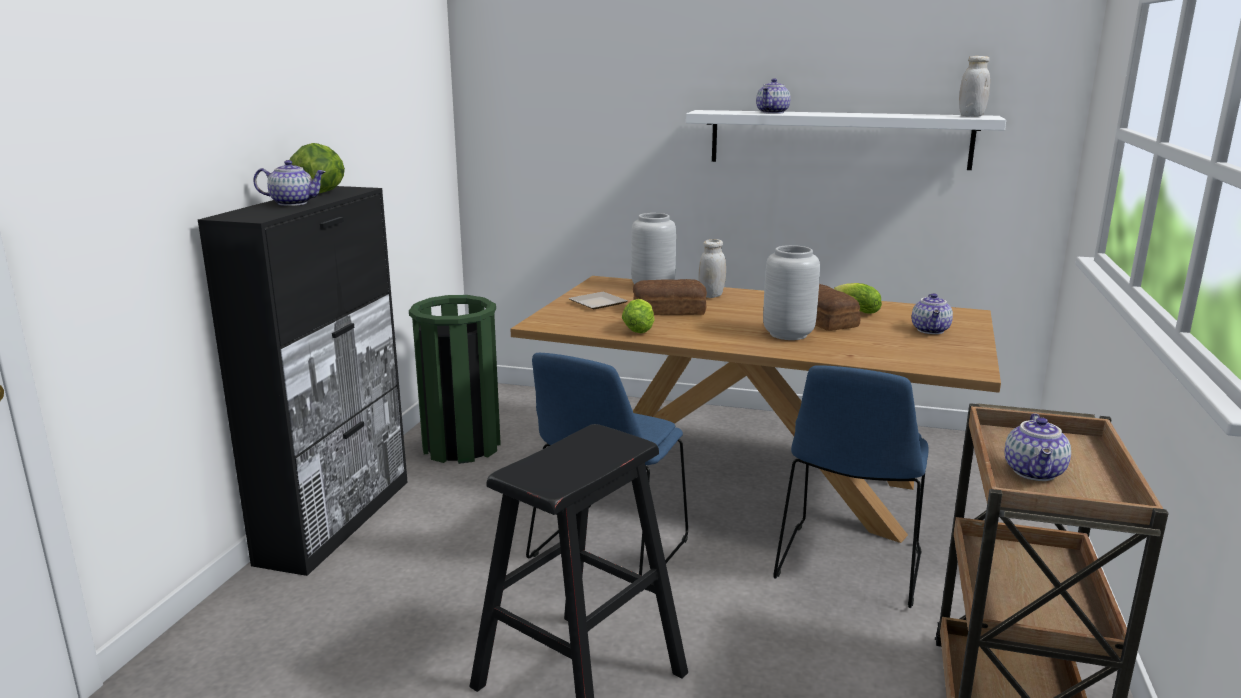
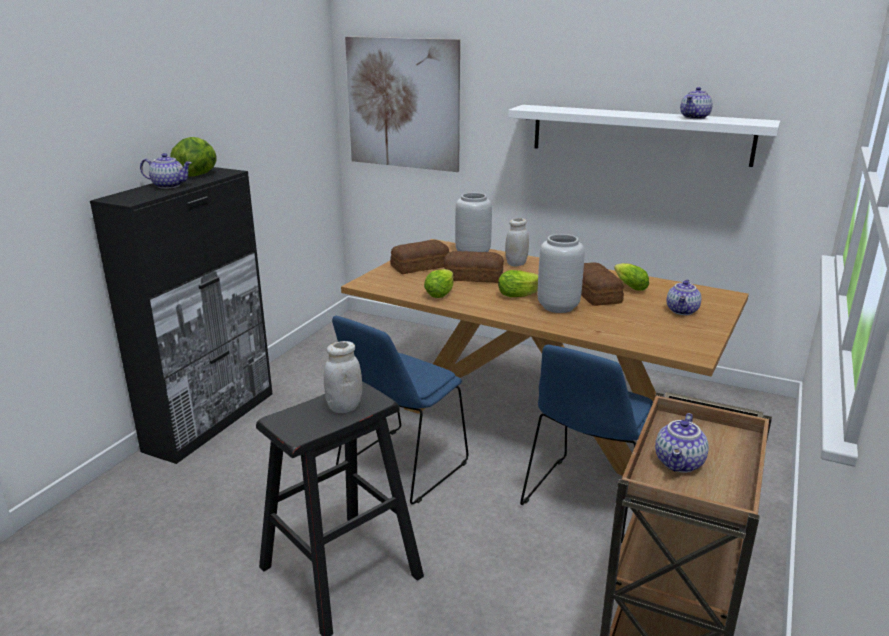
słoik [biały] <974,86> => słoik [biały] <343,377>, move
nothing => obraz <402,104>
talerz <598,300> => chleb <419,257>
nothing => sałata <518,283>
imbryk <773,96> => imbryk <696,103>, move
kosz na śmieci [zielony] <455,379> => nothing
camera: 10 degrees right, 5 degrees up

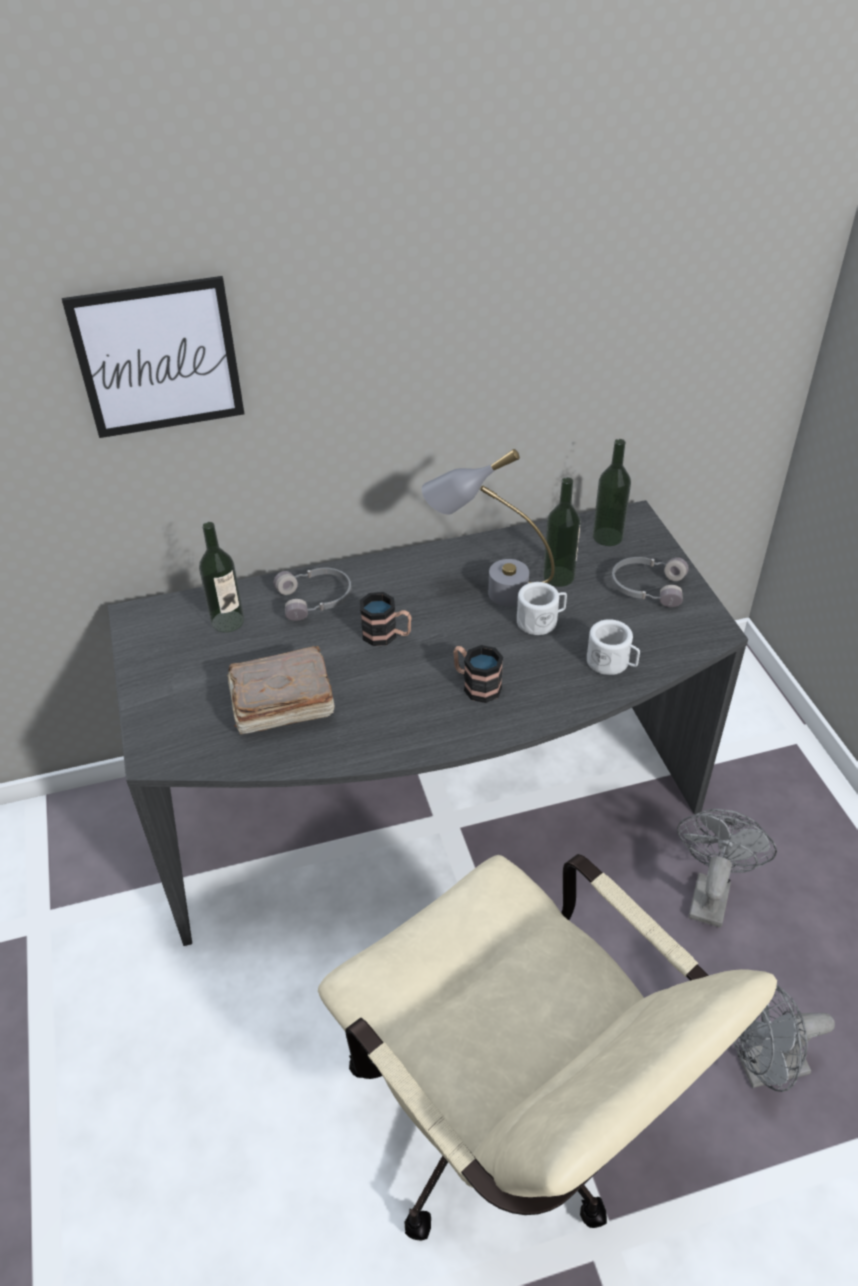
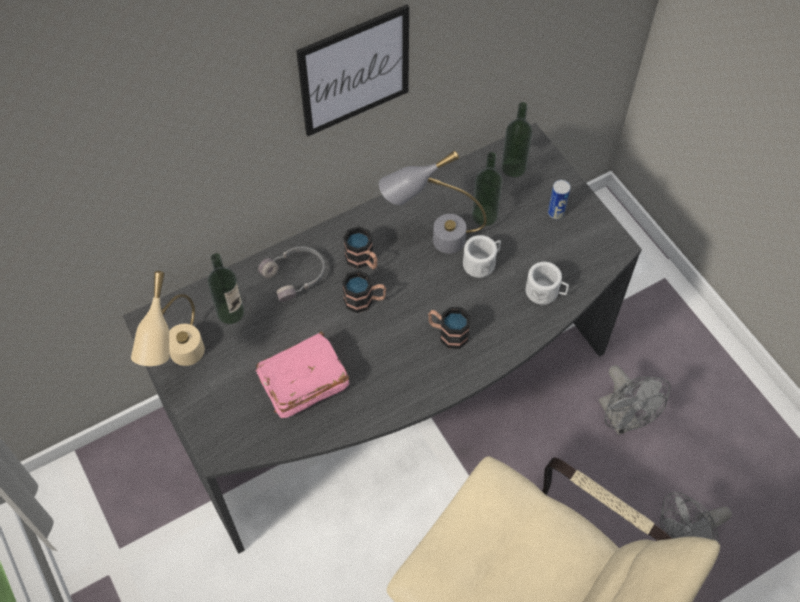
nothing => lampa stołowa [beżowy] <168,318>
książka [brązowy] <281,690> => książka [różowy] <302,374>
obraz <153,357> => obraz <352,70>, move
nothing => kubek <360,248>
słuchawki [szary] <650,582> => puszka <559,199>
wentylator [szary] <727,868> => wentylator [szary] <635,400>, 150 degrees clockwise
camera: 15 degrees left, 15 degrees up

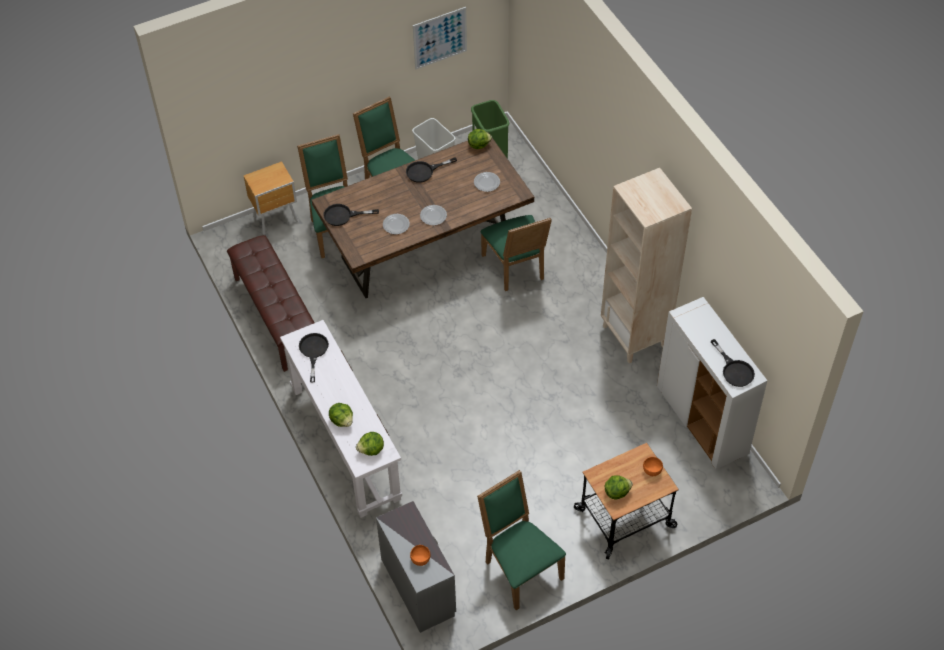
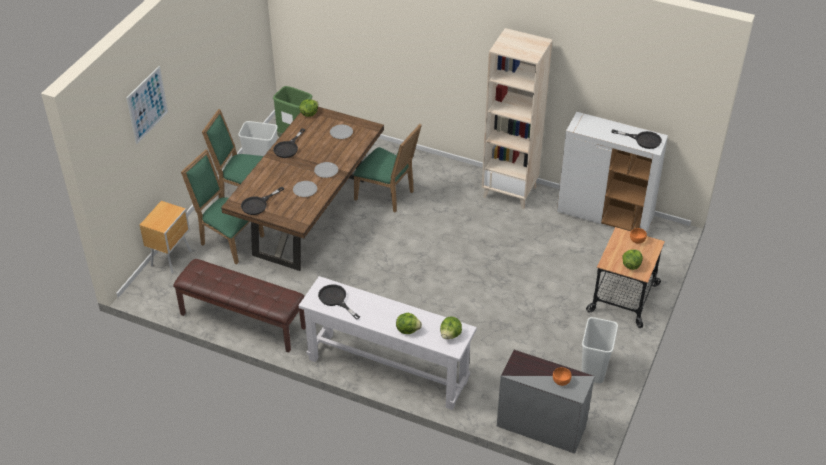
obraz <440,38> => obraz <147,105>, move
krzesło [zielony] <521,540> => kosz na śmieci [biały] <599,350>
camera: 40 degrees left, 10 degrees down

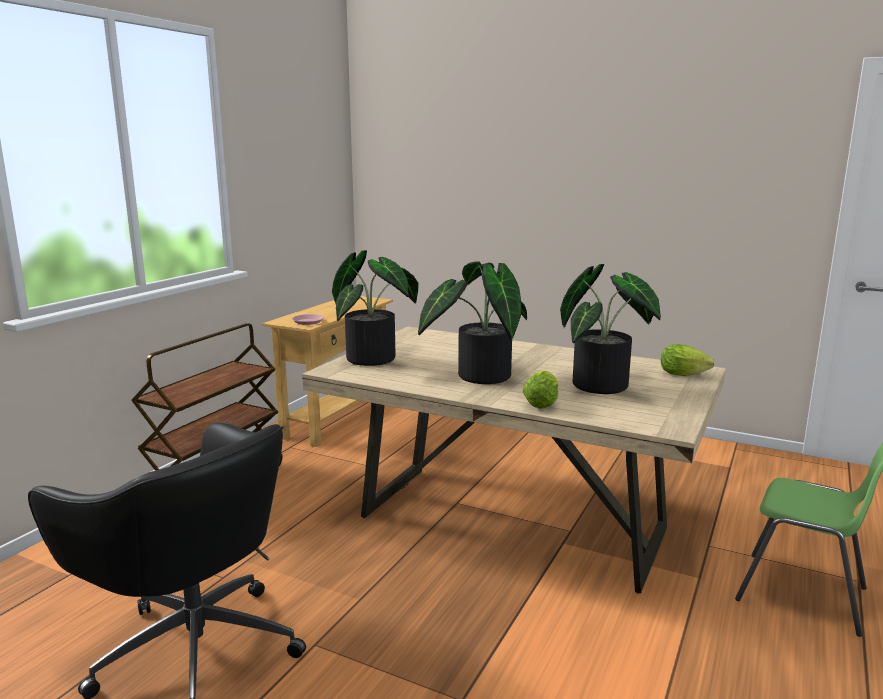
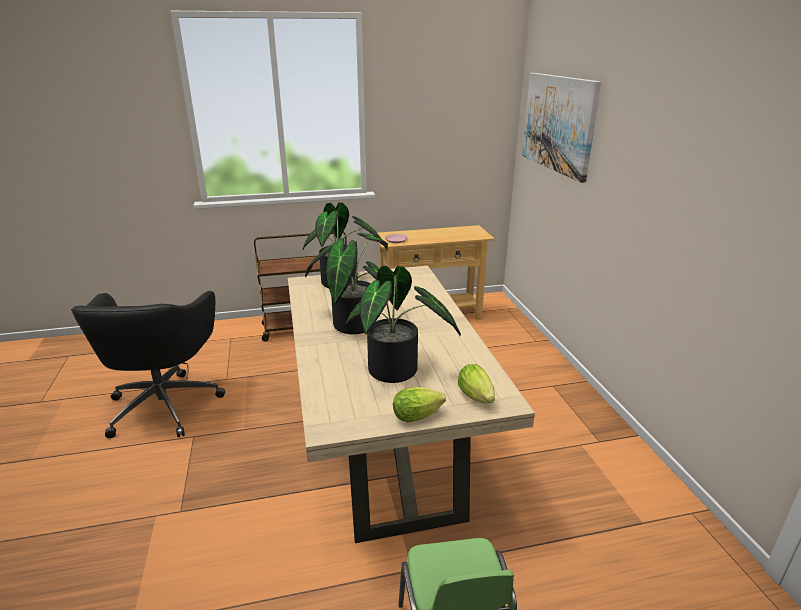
sałata <540,390> => sałata <419,404>, move
nothing => obraz <561,128>
camera: 50 degrees right, 10 degrees up

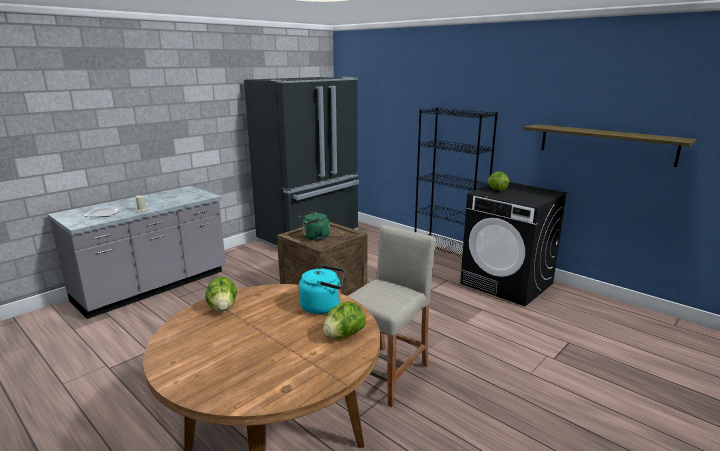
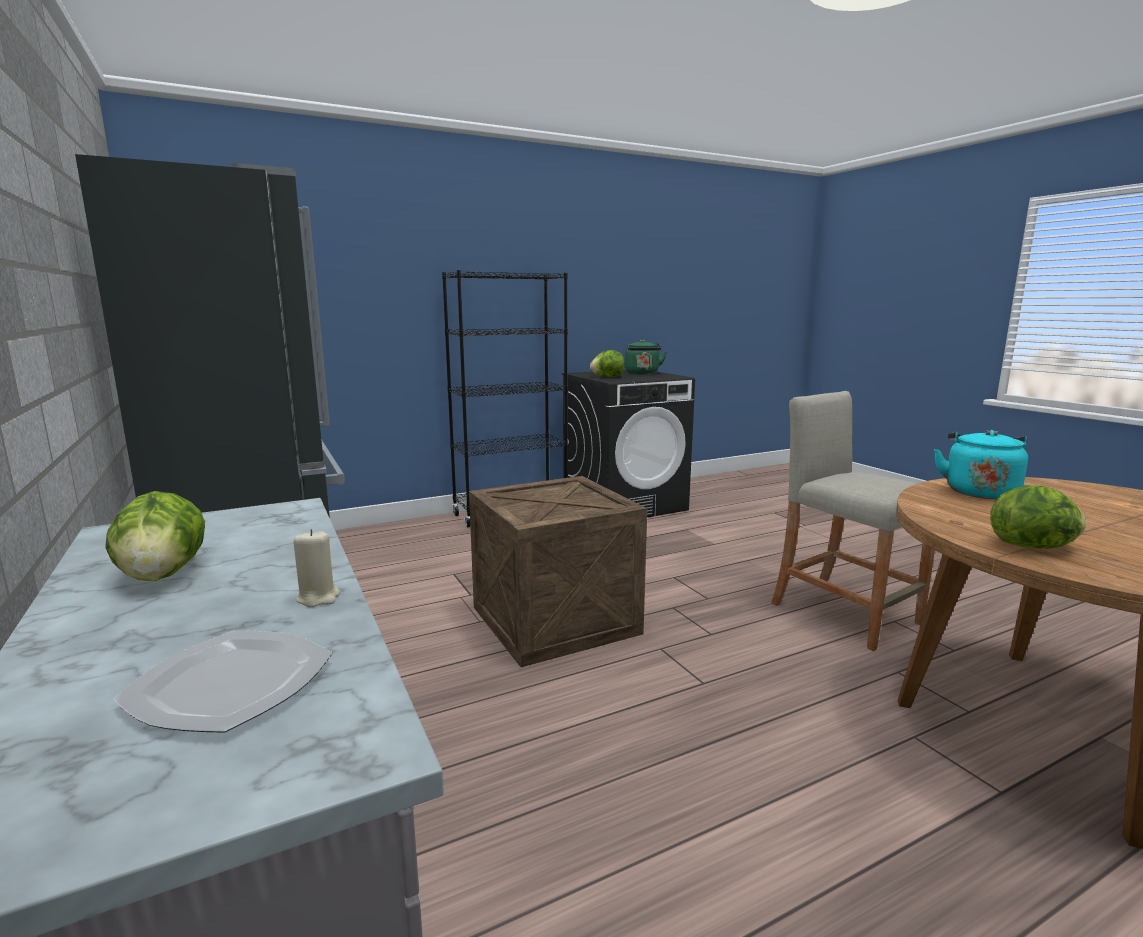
sałata <344,320> => sałata <155,536>, move
czajnik [zielony] <314,225> => czajnik [zielony] <645,357>, move
półka <610,145> => nothing
camera: 70 degrees left, 5 degrees down

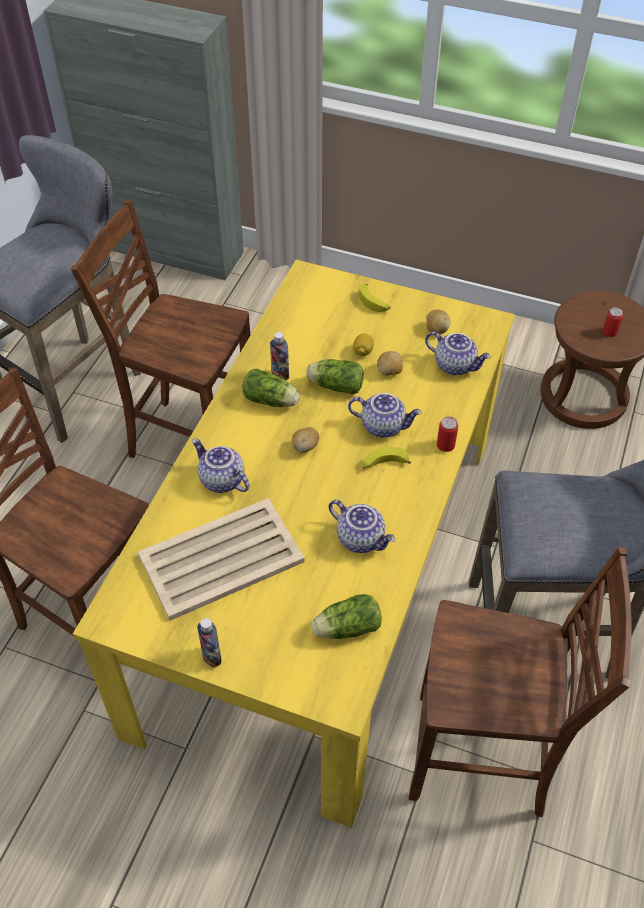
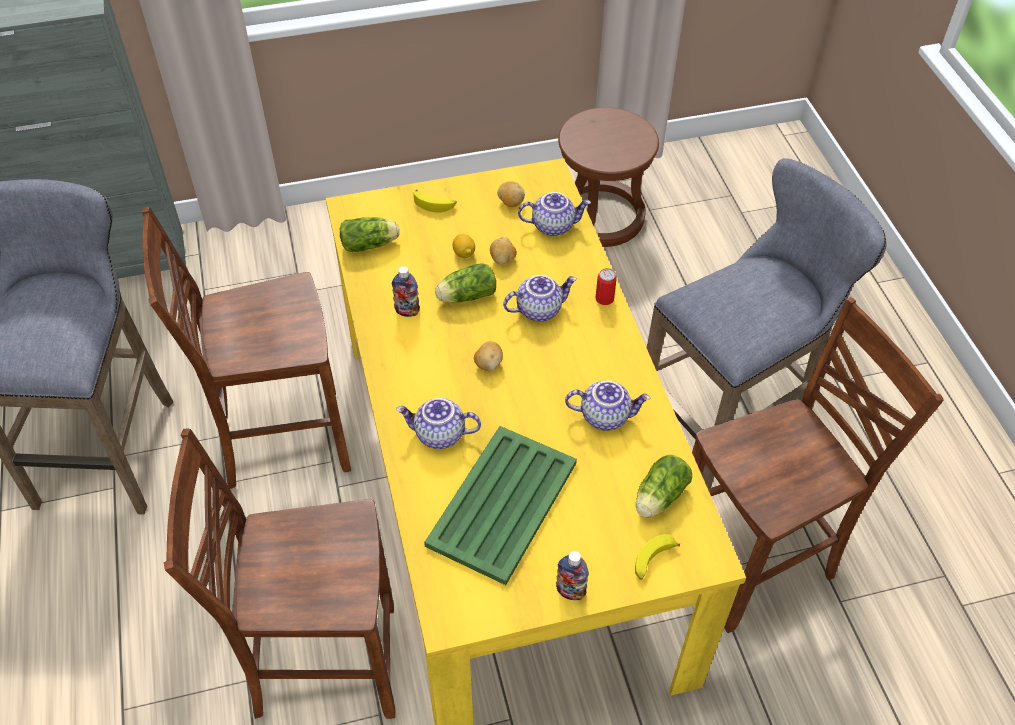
sałata <271,388> => sałata <370,234>, move
taca [beżowy] <221,559> => taca [zielony] <500,505>
banan <387,458> => banan <657,557>, move
puszka <612,322> => nothing
camera: 35 degrees left, 0 degrees up

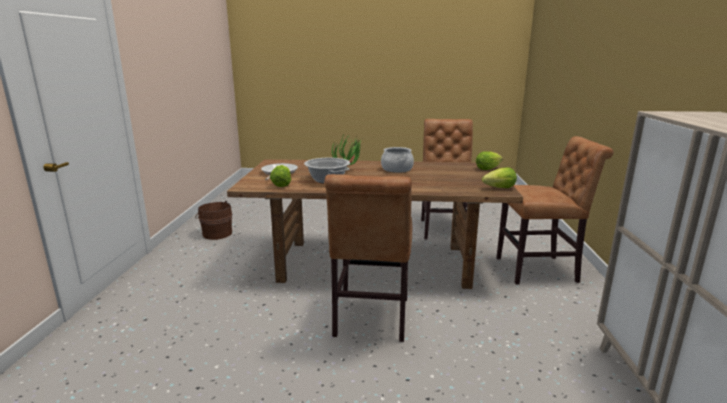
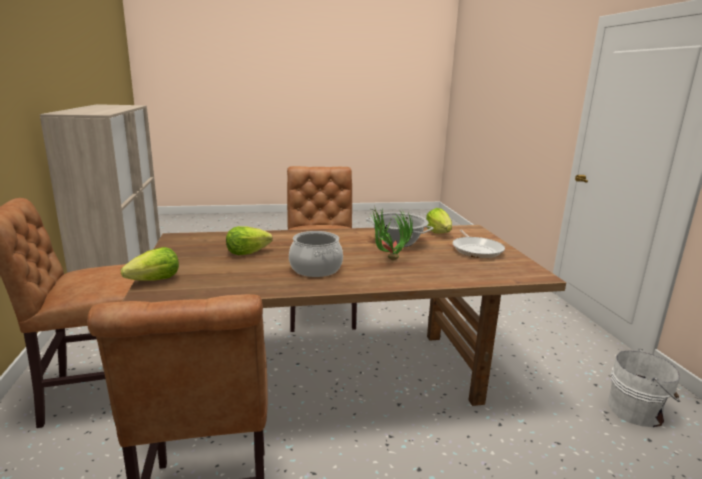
sałata <499,177> => sałata <249,240>, move
wiadro [brązowy] <213,220> => wiadro [biały] <644,388>
camera: 165 degrees right, 0 degrees up

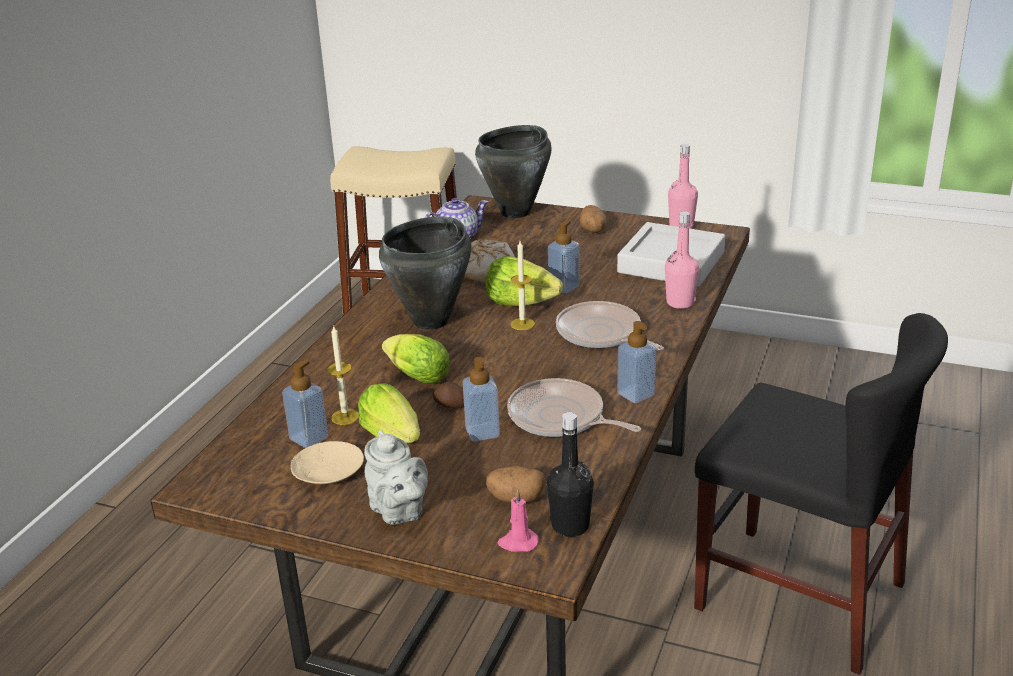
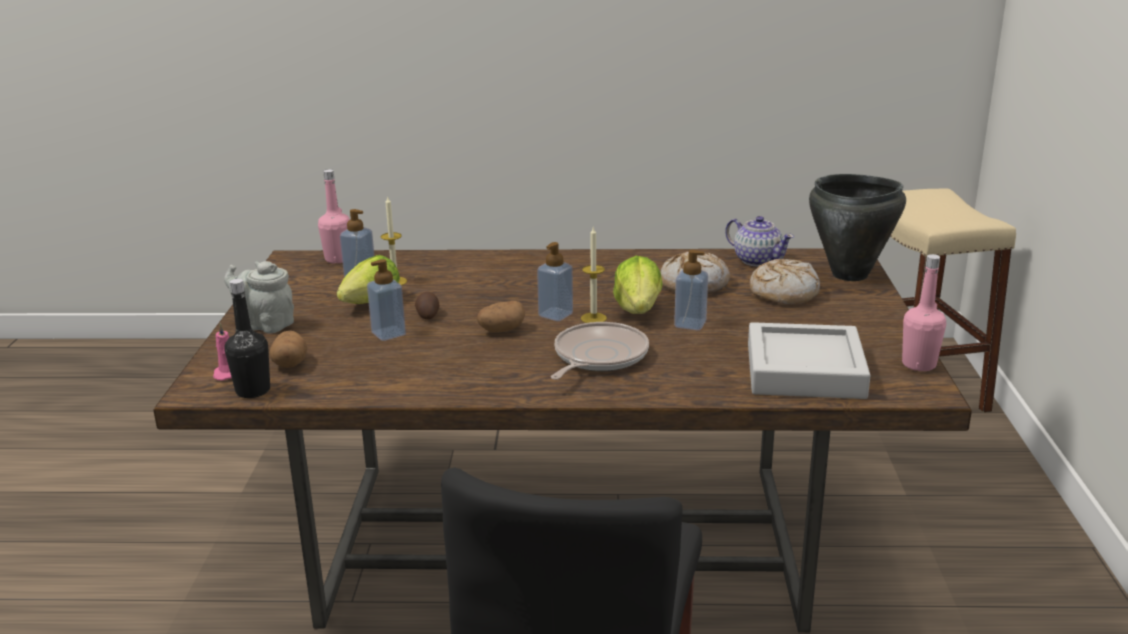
imbryk [szary] <396,477> => imbryk [szary] <259,297>, 75 degrees clockwise
butelka [różowy] <682,260> => butelka [różowy] <334,216>, move
ziemniak <593,219> => ziemniak <501,317>, move
dozownik mydła <637,362> => dozownik mydła <555,281>, move
nothing => chleb <784,281>
talerz [beżowy] <327,462> => nothing
garnek [czarny] <425,273> => nothing
sałata <416,359> => nothing
patelnia <574,407> => nothing
camera: 70 degrees right, 5 degrees down

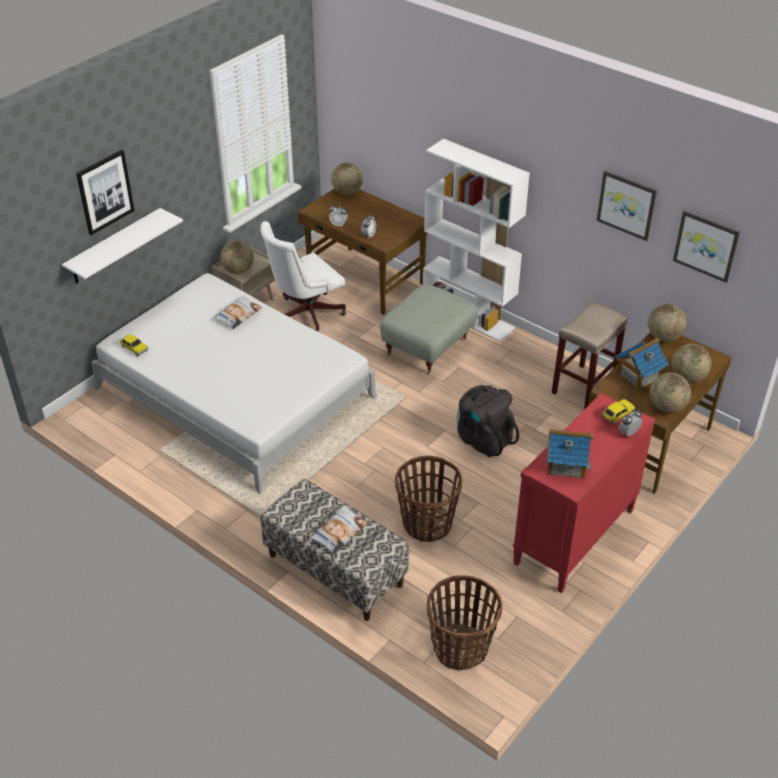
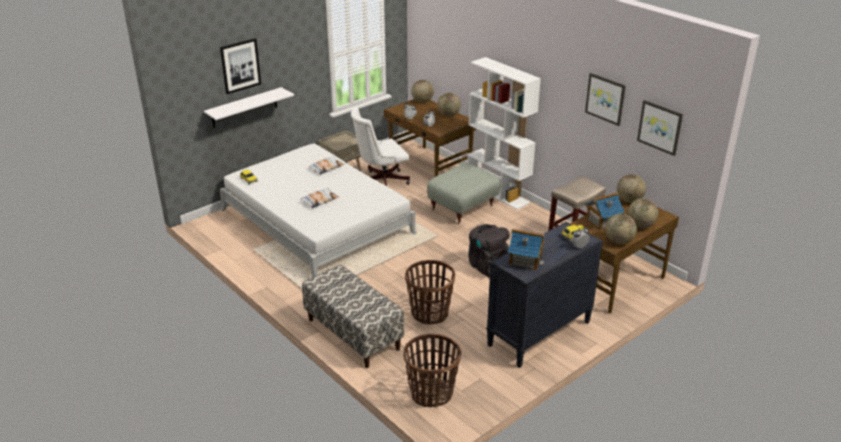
poduszka <339,529> => poduszka <319,198>, move
globus <237,257> => globus <449,104>, move
komoda [czerwony] <584,493> => komoda [czarny] <544,295>
camera: 10 degrees right, 10 degrees down

